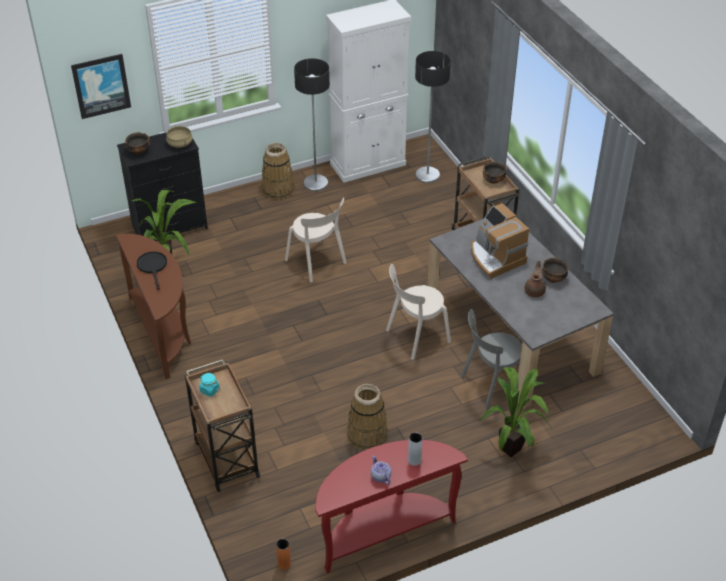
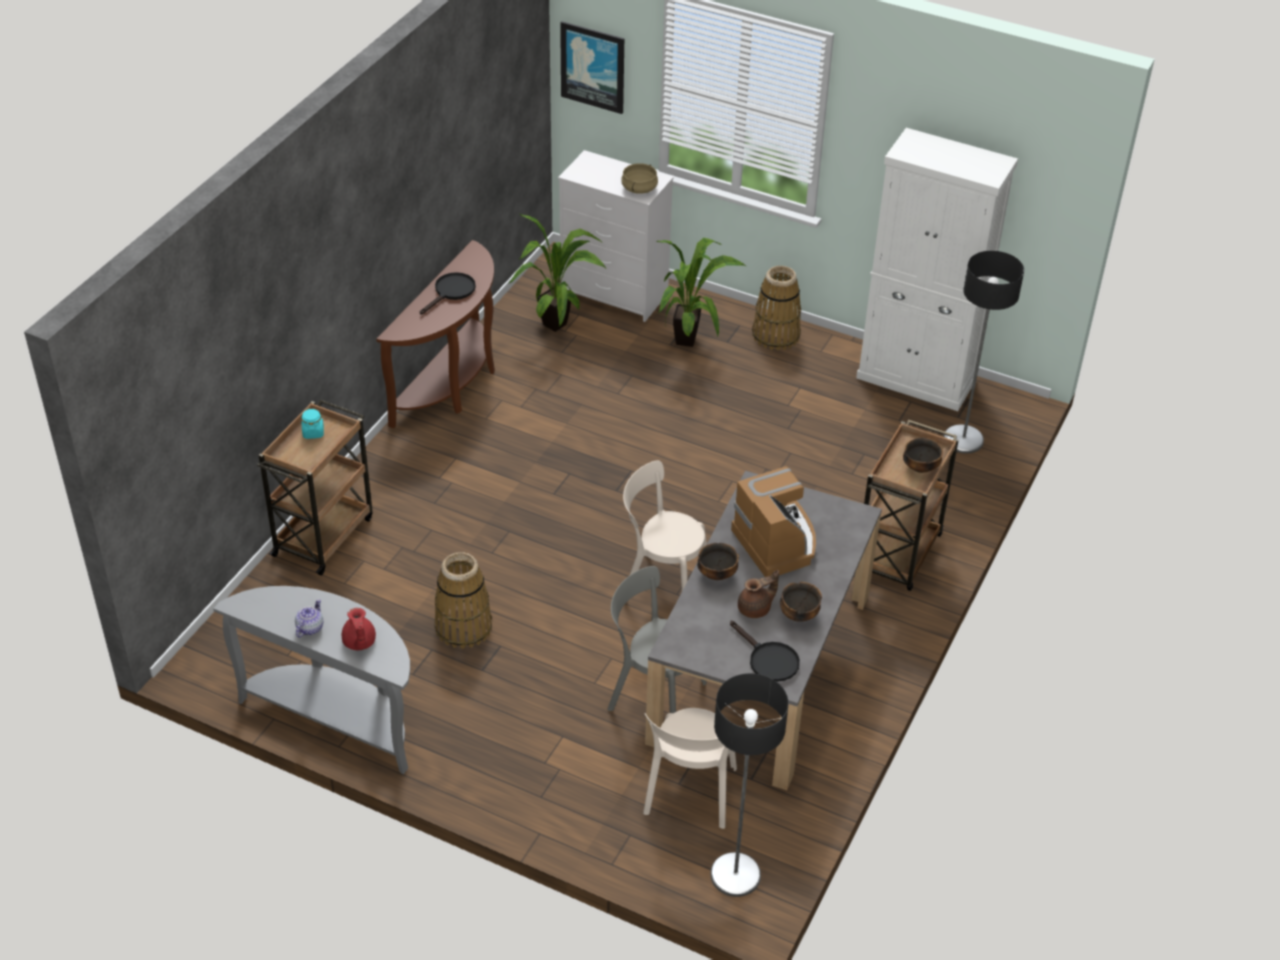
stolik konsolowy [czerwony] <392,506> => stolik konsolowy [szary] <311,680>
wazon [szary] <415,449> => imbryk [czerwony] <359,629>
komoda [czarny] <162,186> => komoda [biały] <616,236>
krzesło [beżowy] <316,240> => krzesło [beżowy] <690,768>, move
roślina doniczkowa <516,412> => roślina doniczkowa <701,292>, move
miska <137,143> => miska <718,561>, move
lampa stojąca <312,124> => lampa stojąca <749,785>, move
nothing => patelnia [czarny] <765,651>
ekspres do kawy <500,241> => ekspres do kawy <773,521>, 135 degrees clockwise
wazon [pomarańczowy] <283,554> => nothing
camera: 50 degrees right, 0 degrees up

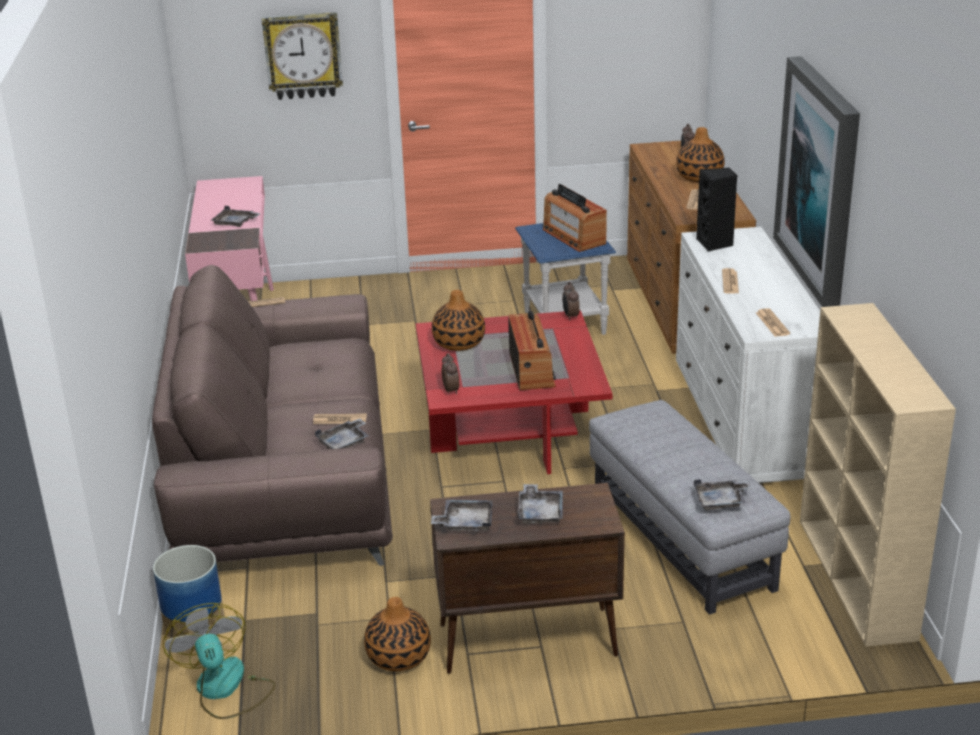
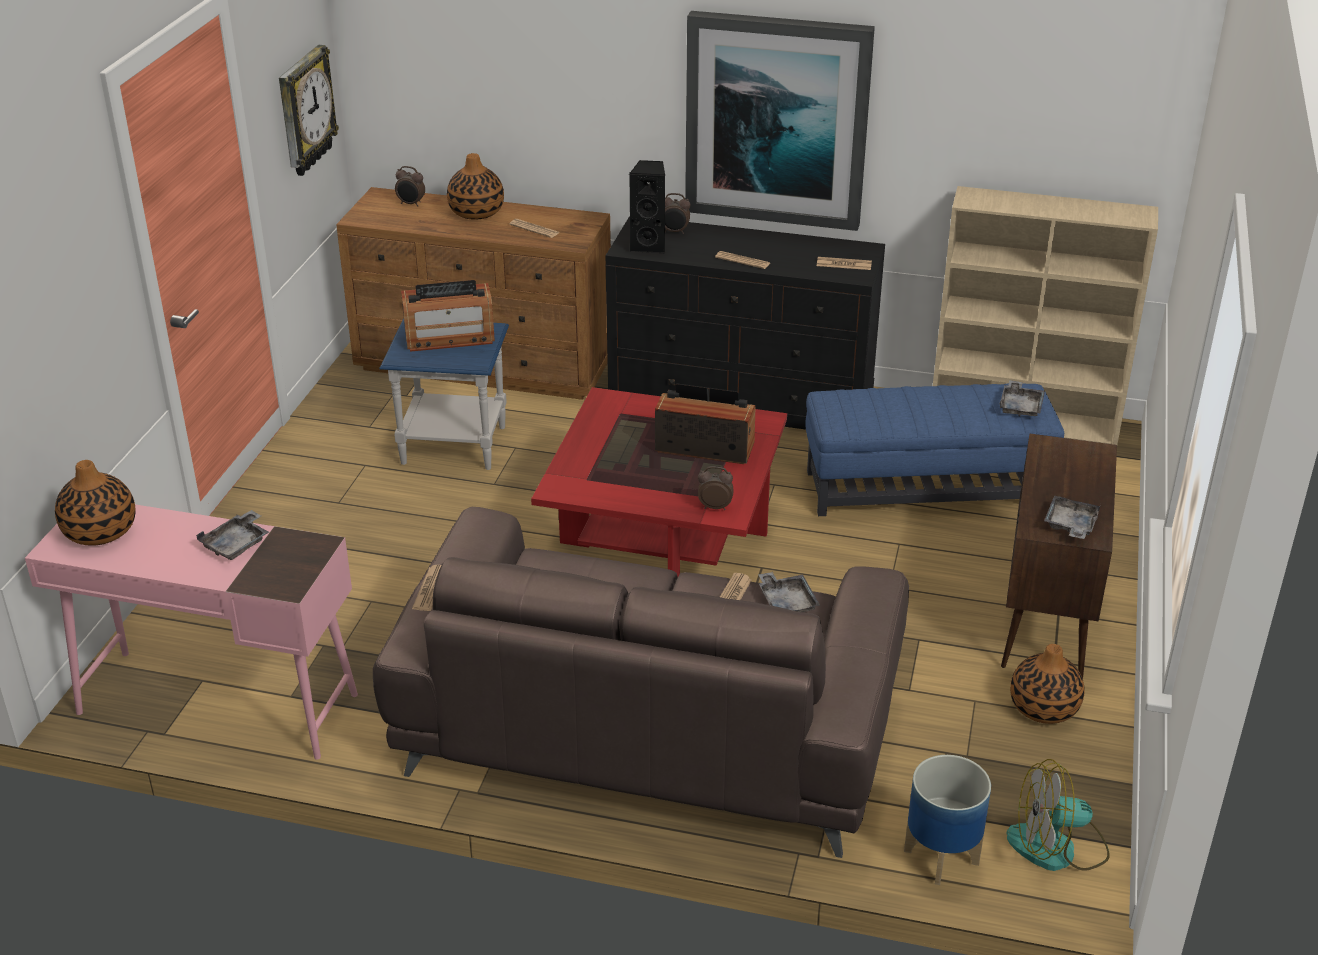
wazon <458,320> => wazon <95,503>, move
zegar ścienny <302,56> => zegar ścienny <309,110>, move
komoda [biały] <748,355> => komoda [czarny] <745,322>
budzik <571,301> => budzik <678,213>, move
pufa [szary] <689,507> => pufa [niebieski] <934,449>
taca [szary] <540,504> => nothing
camera: 70 degrees left, 5 degrees up

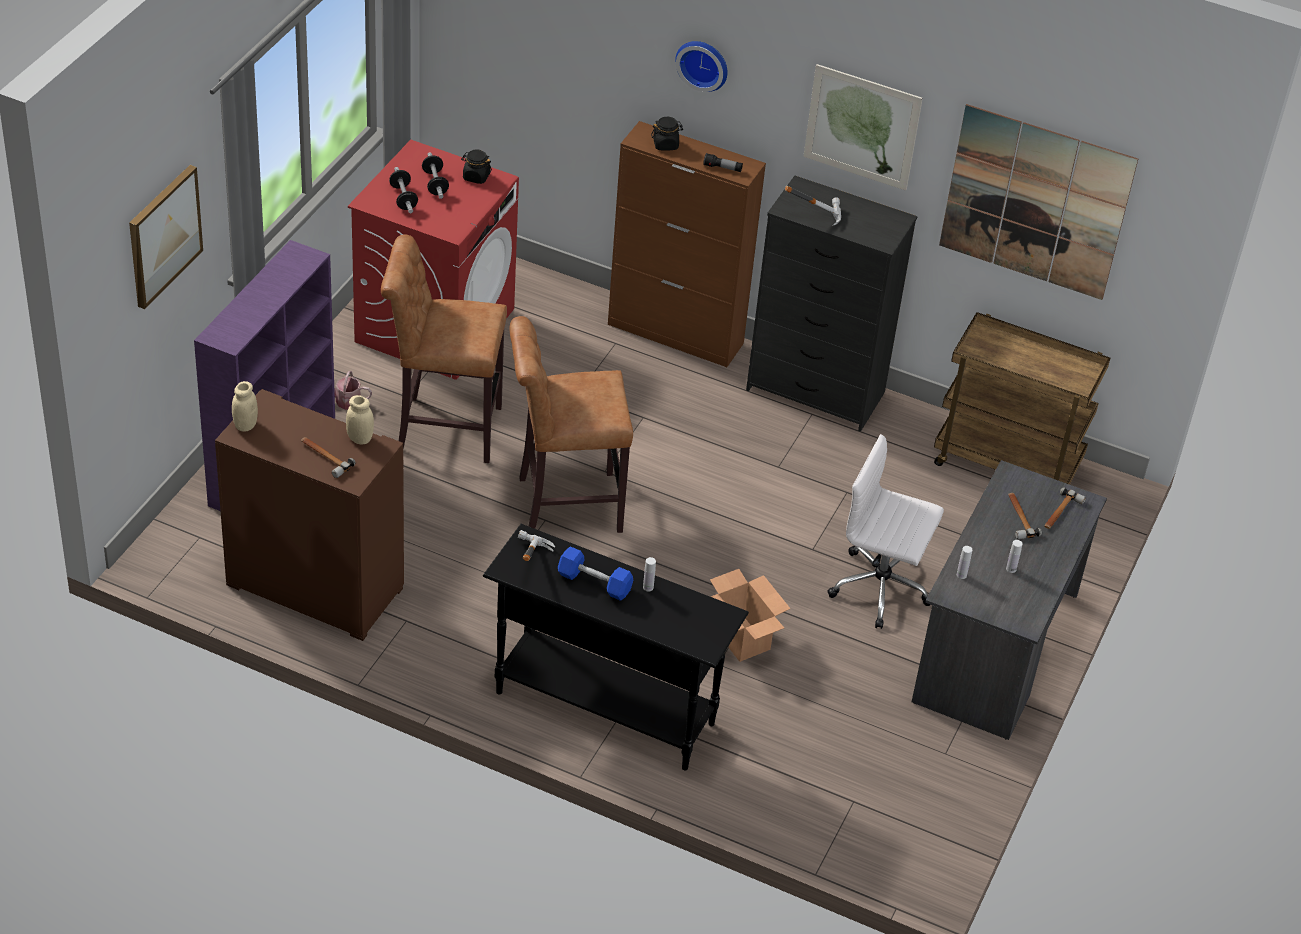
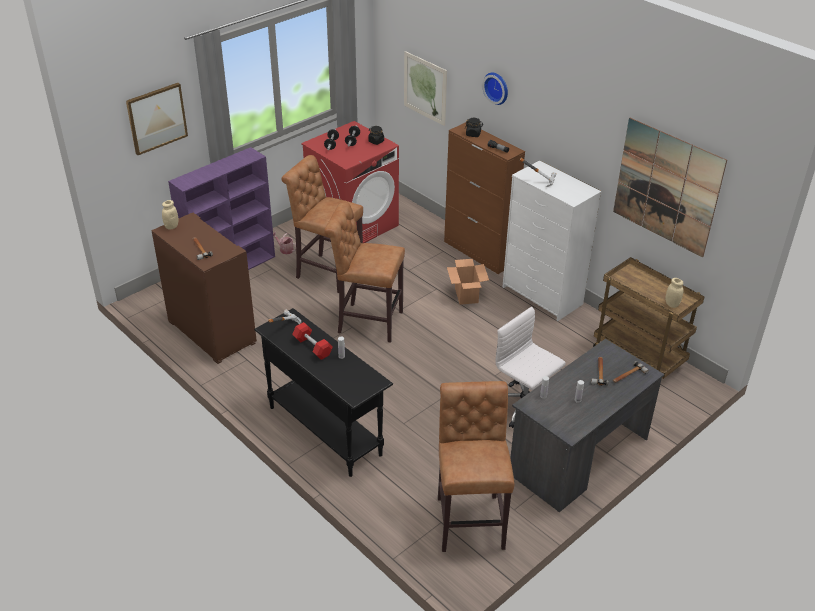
hantel [niebieski] <595,573> => hantel [czerwony] <312,341>
obraz <863,127> => obraz <425,88>, move
nothing => stołek [brązowy] <476,466>
karton <750,615> => karton <468,282>, move
komoda [czarny] <832,304> => komoda [biały] <551,240>
słoik [beżowy] <360,419> => słoik [beżowy] <674,293>, move
camera: 25 degrees right, 5 degrees down

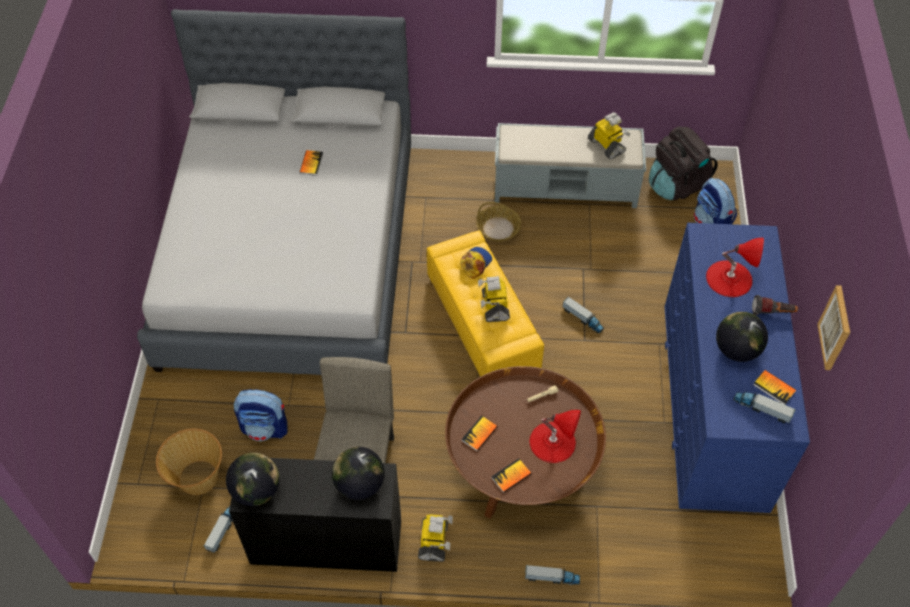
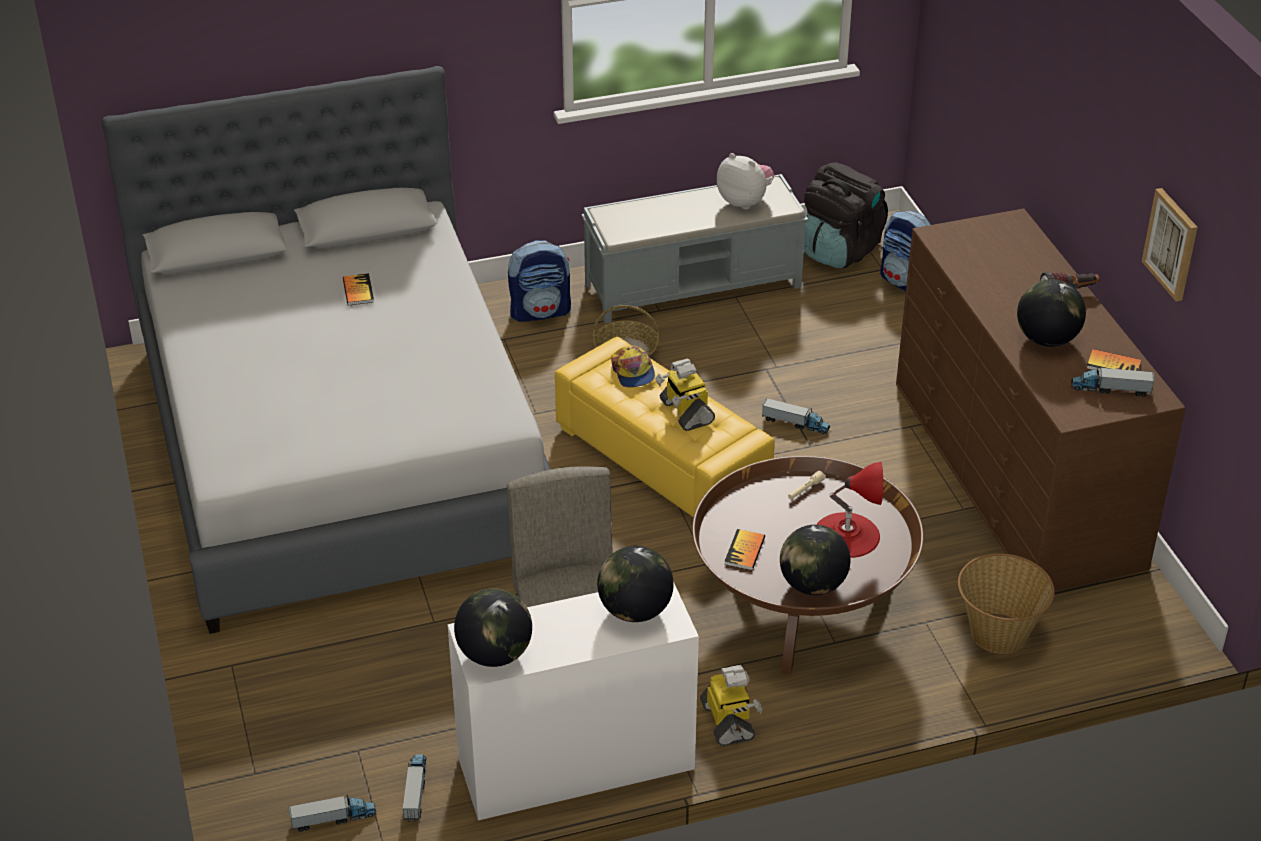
ciężarówka zabawkowa <552,575> => ciężarówka zabawkowa <333,813>, move
biurko [czarny] <315,514> => biurko [biały] <573,700>
plecak <261,415> => plecak <539,281>, move
czapka z daszkiem <476,263> => czapka z daszkiem <633,367>, 150 degrees clockwise
robot zabawkowy <609,136> => pluszak <745,181>
książka <512,476> => globus <815,560>
komoda [niebieski] <737,368> => komoda [brązowy] <1041,400>
koszyk <189,462> => koszyk <1006,603>, move
lampa stołowa [czerwony] <735,267> => nothing
camera: 20 degrees left, 15 degrees down

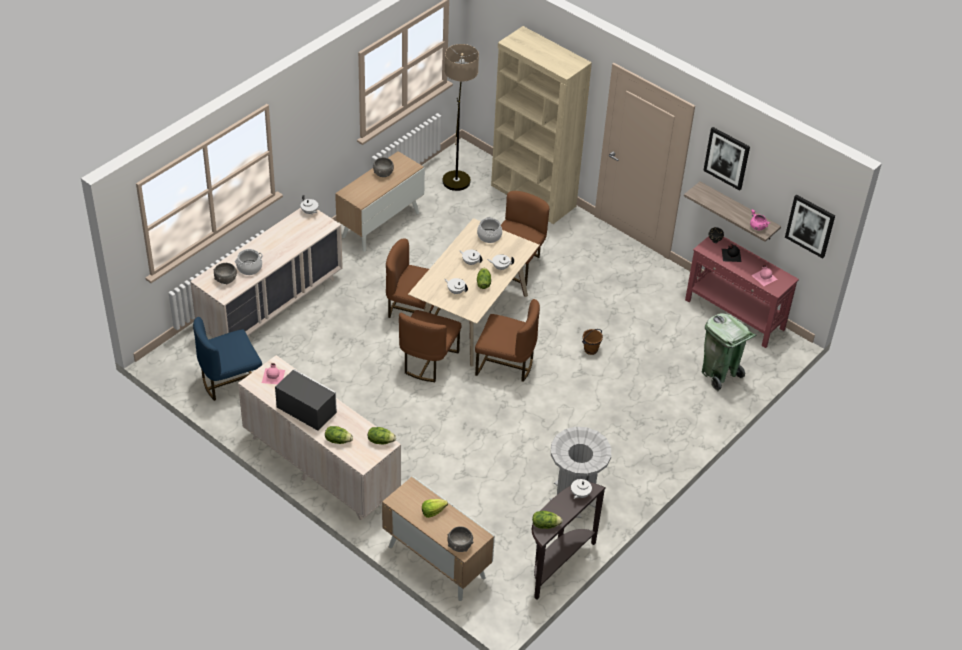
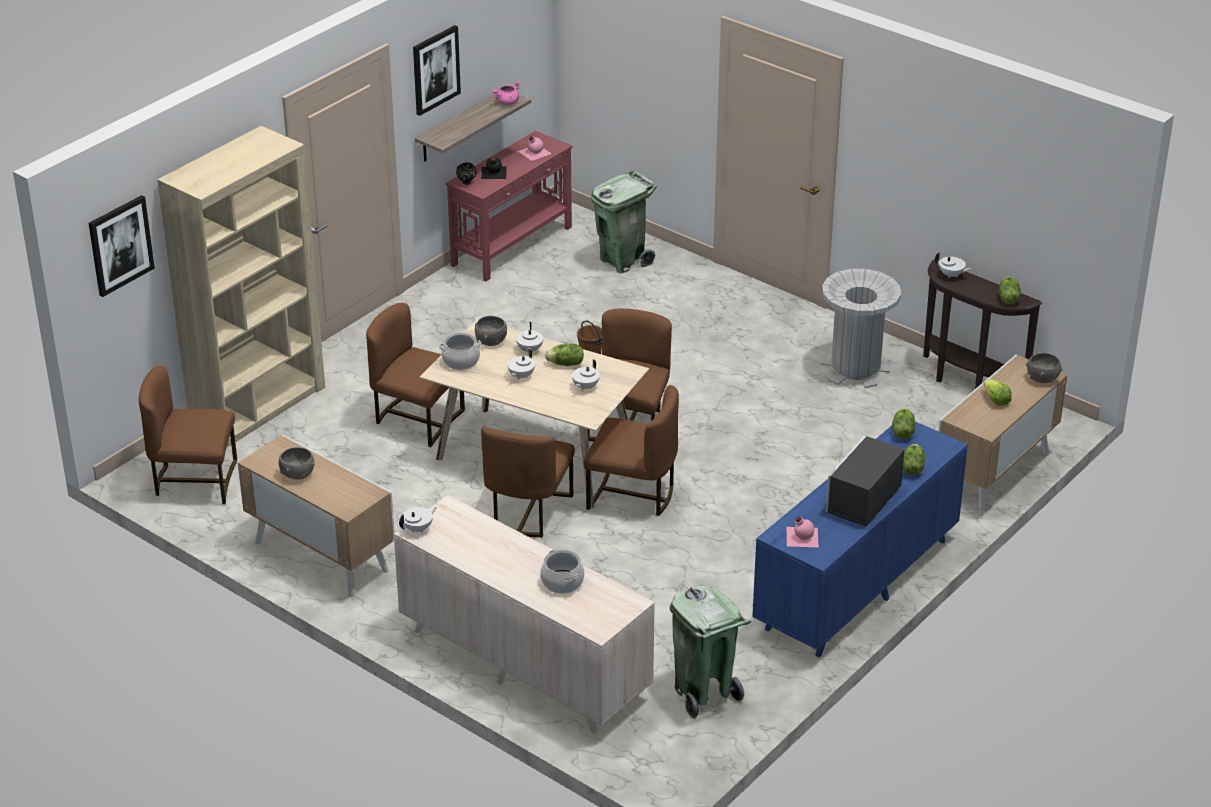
obraz <810,226> => obraz <122,246>, move
lampa stojąca <460,117> => krzesło [brązowy] <188,435>
miska [szary] <225,273> => miska [szary] <491,331>, move
krzesło [niebieski] <227,359> => kosz na śmieci [zielony] <710,652>
komoda [beżowy] <319,437> => komoda [niebieski] <860,539>
camera: 90 degrees left, 10 degrees down

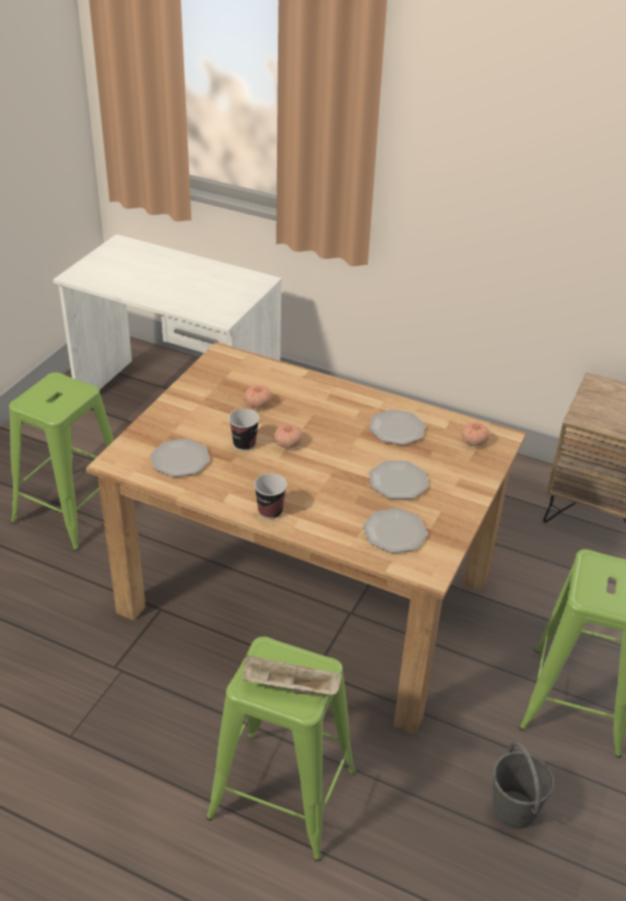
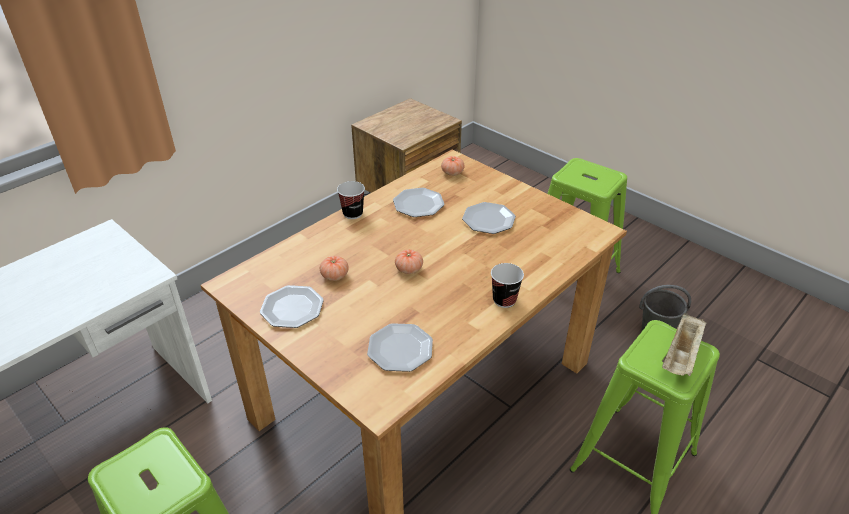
talerz <395,530> => talerz <292,306>, move
filiżanka <244,430> => filiżanka <351,200>, move
camera: 70 degrees left, 0 degrees up

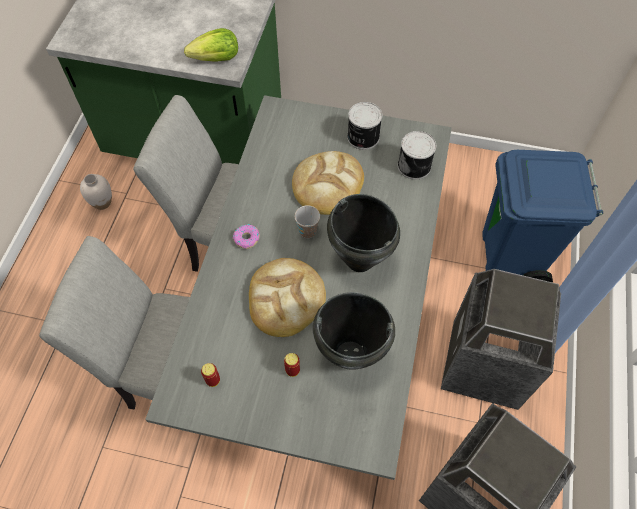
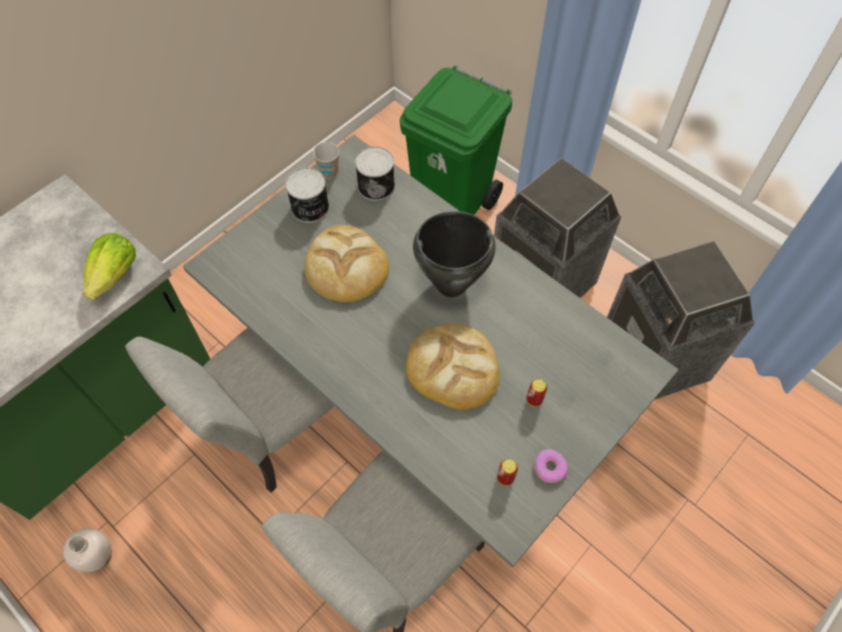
filiżanka <307,222> => filiżanka <326,160>, move
kosz na śmieci [niebieski] <542,216> => kosz na śmieci [zielony] <456,140>
donut <246,236> => donut <551,466>, move
garnek [czarny] <354,331> => nothing
camera: 60 degrees left, 0 degrees up

